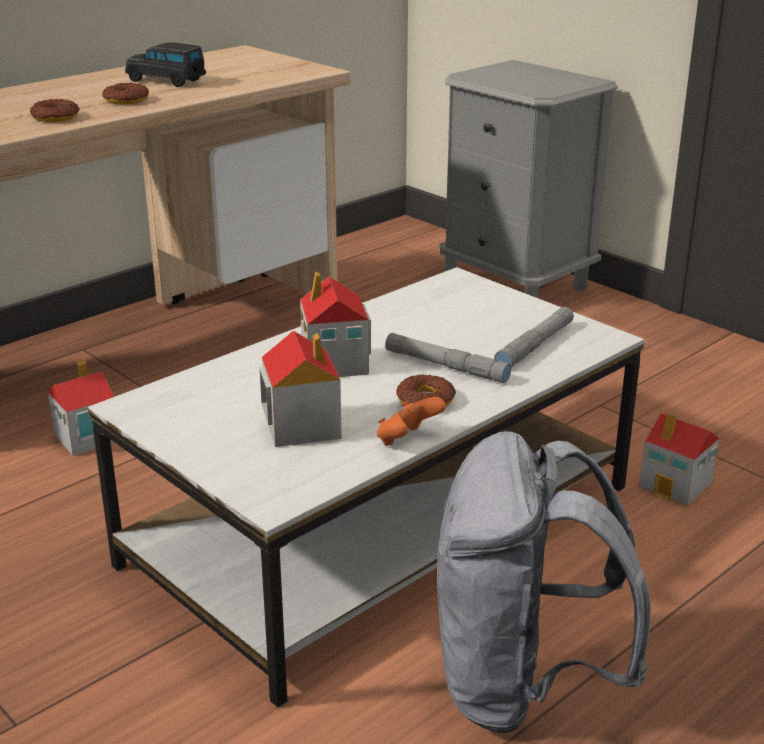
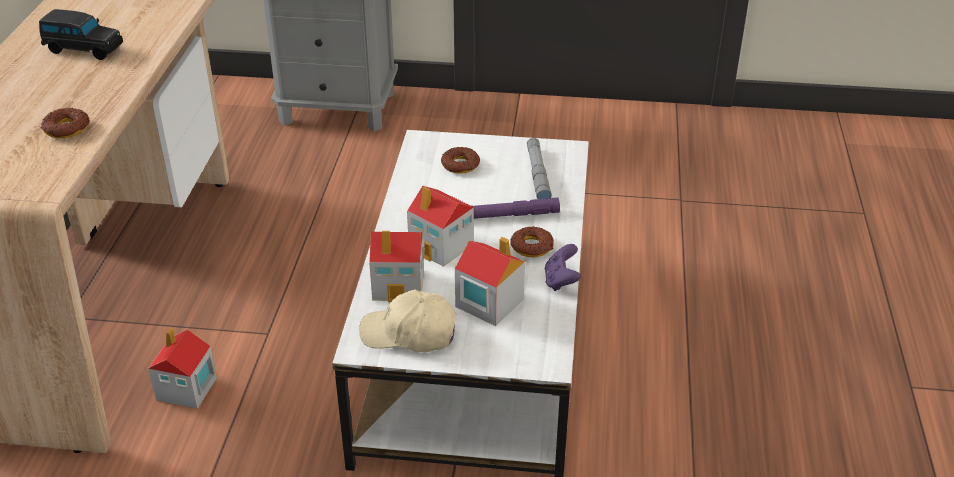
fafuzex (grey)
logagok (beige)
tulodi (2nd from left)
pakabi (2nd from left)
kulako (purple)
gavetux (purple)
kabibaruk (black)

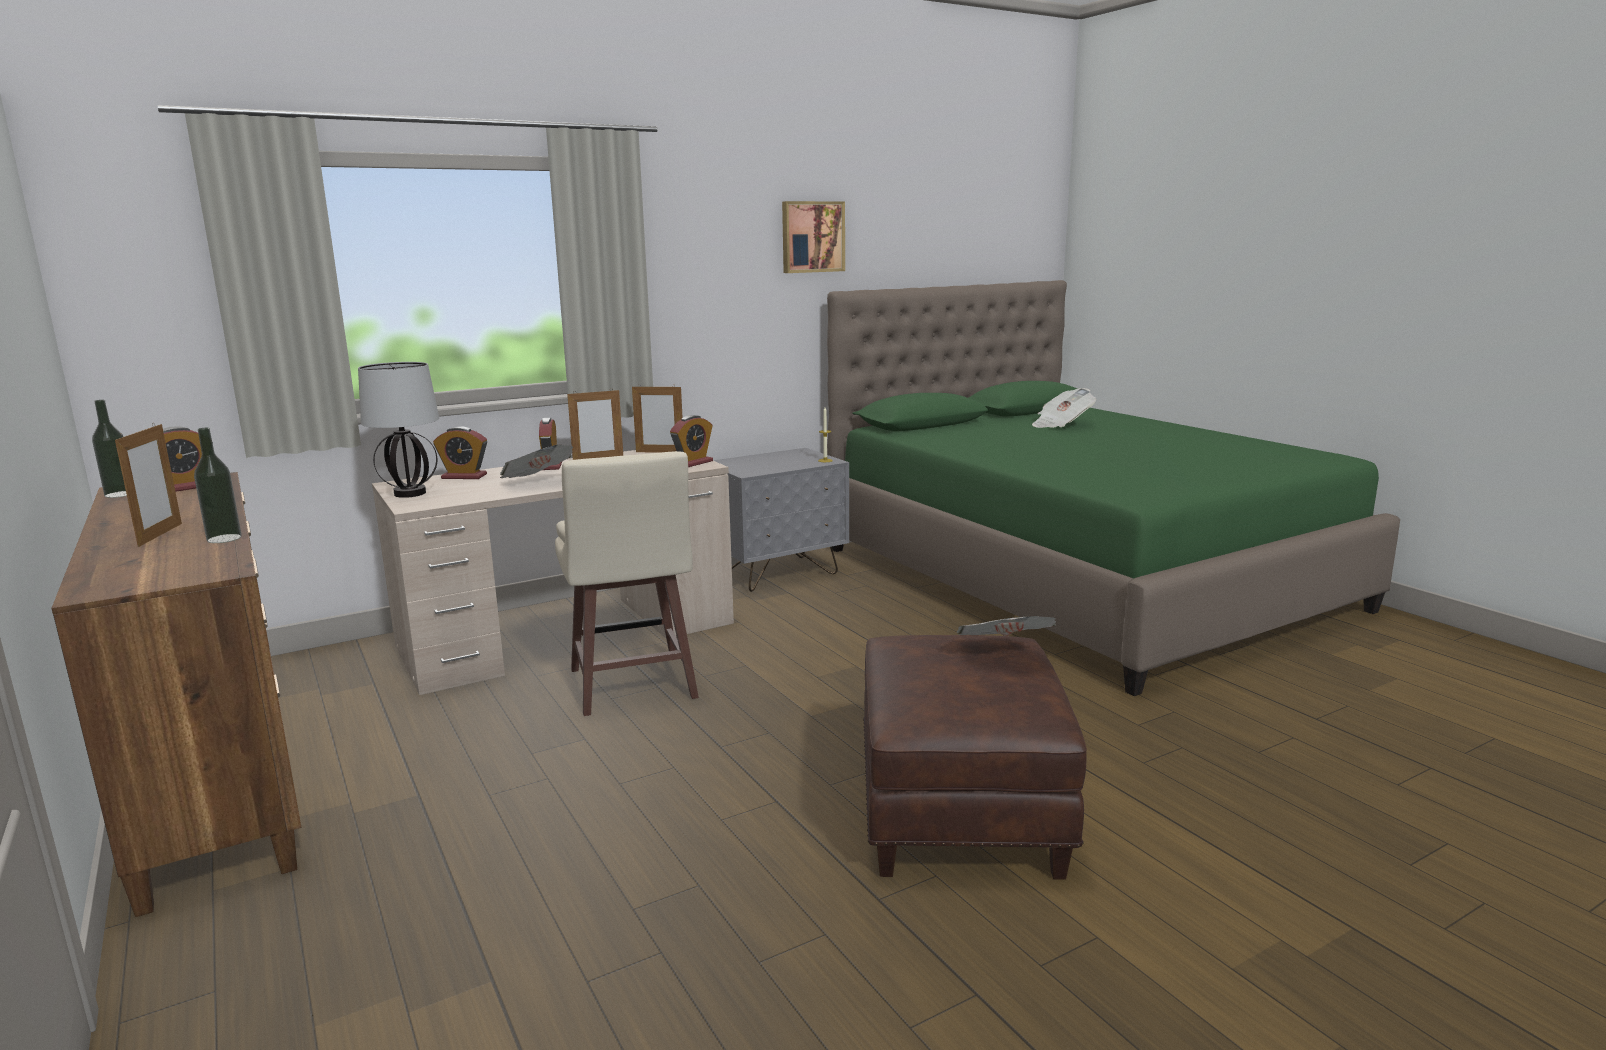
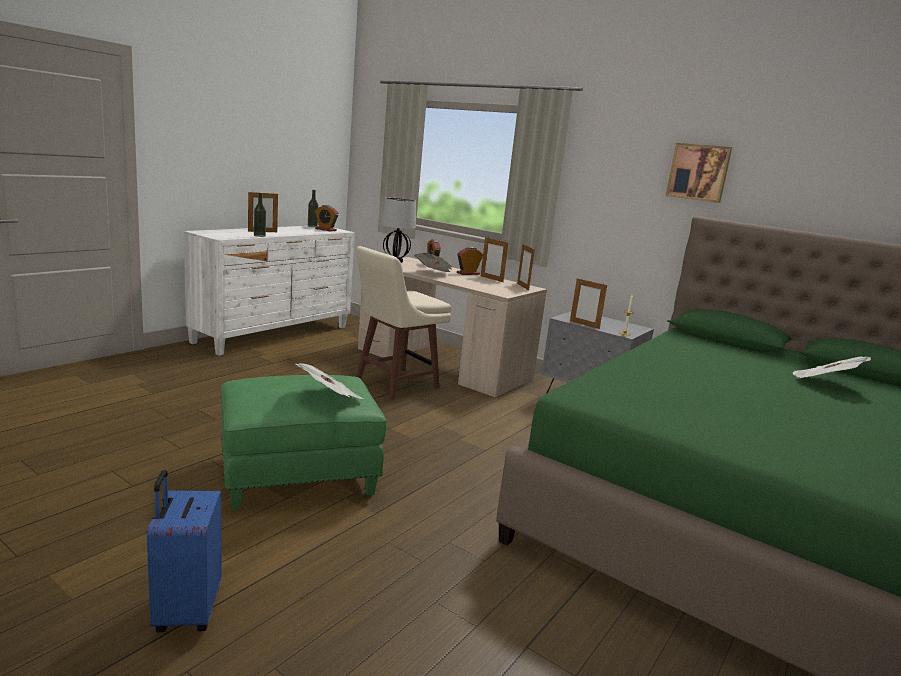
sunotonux (4th from left in the first image)
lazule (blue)
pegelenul (4th from left)
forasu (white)
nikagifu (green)

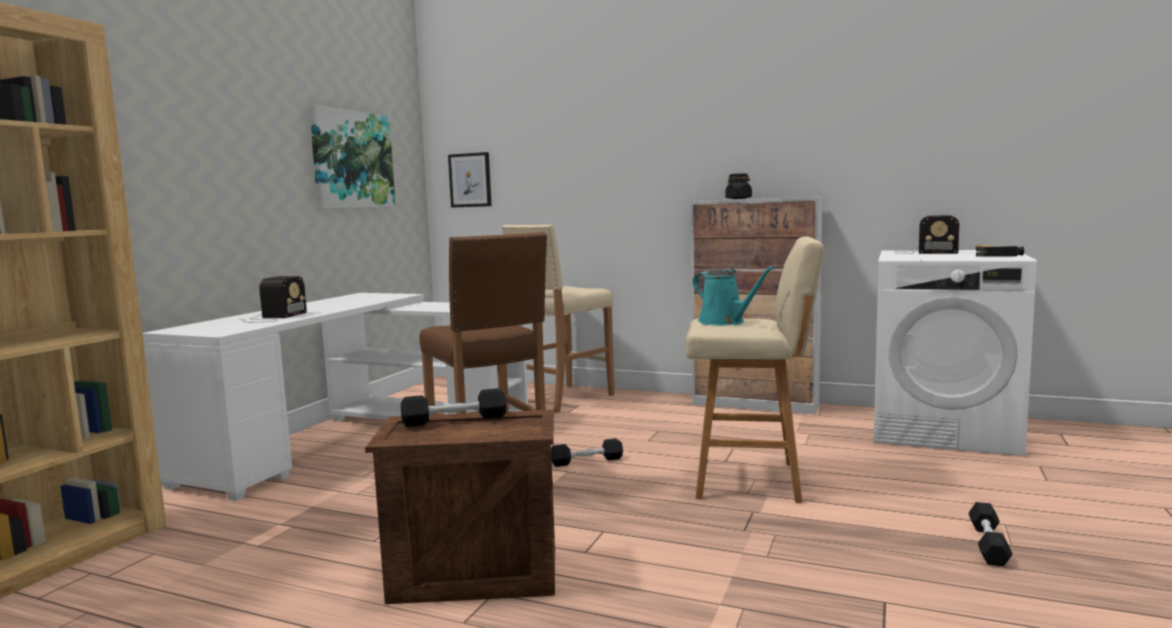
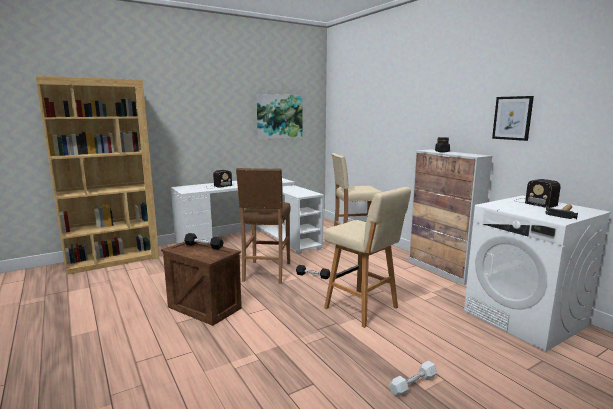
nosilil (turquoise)
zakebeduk (2nd from left)
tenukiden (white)

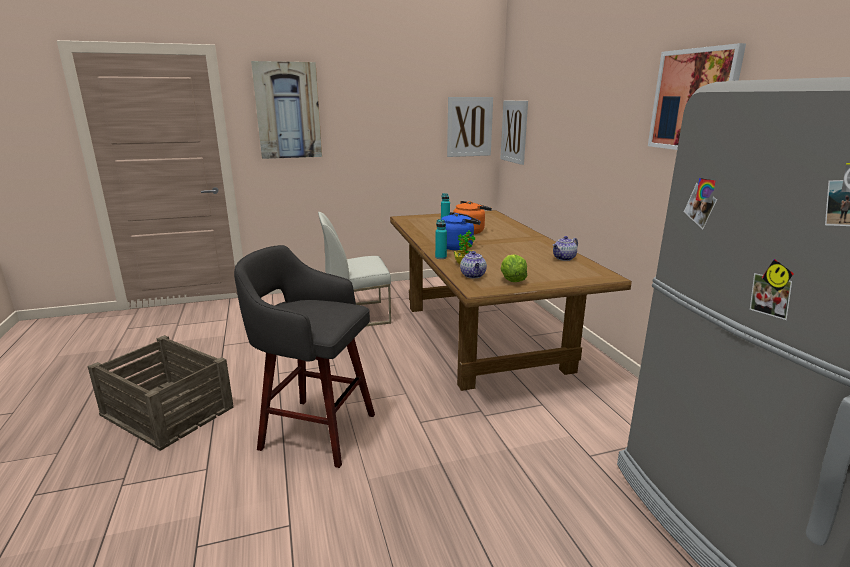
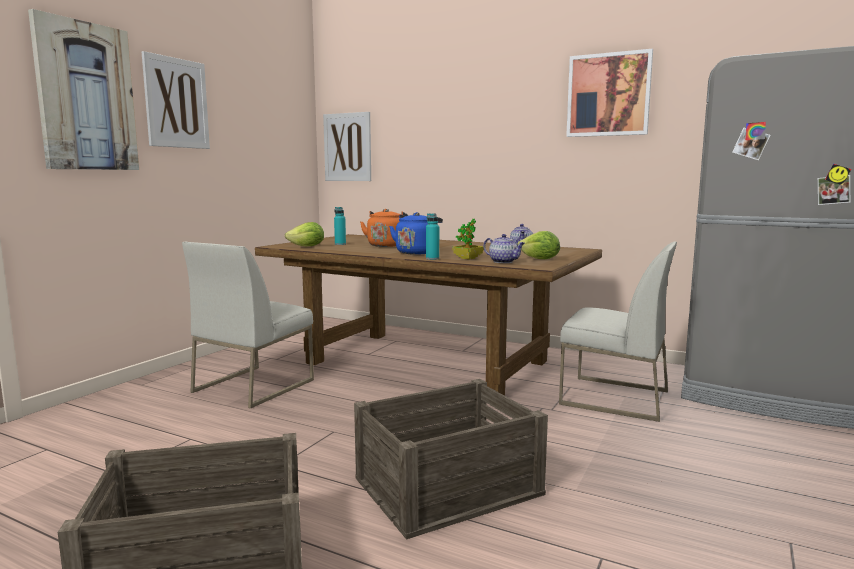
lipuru (1st from left)
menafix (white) (2nd from left)
zakebeduk (2nd from left)
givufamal (2nd from left)

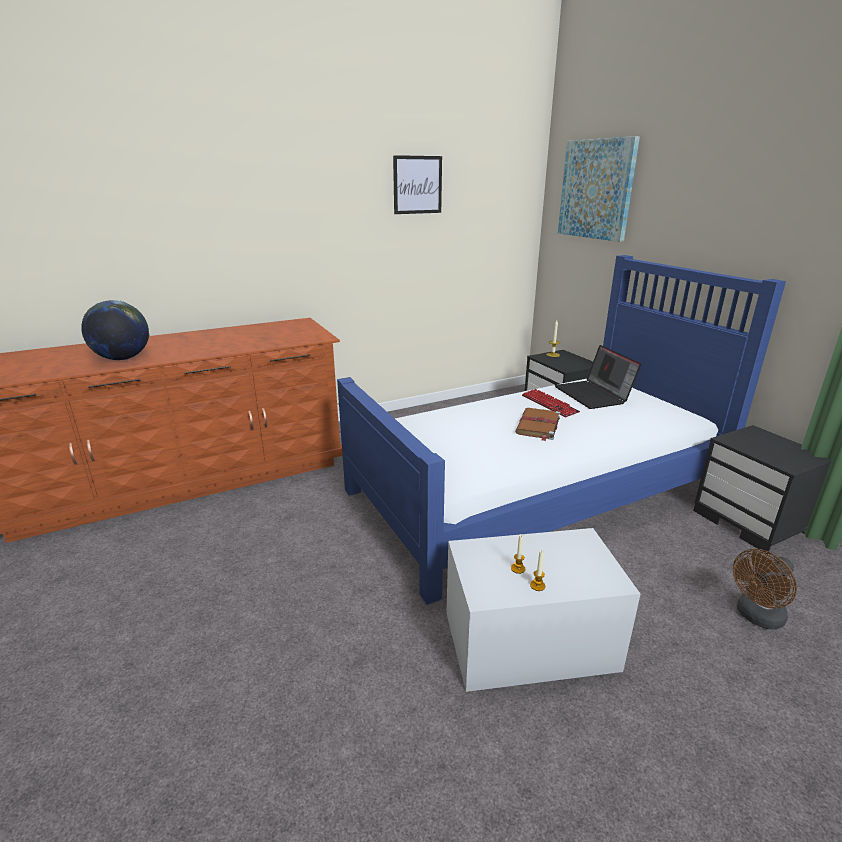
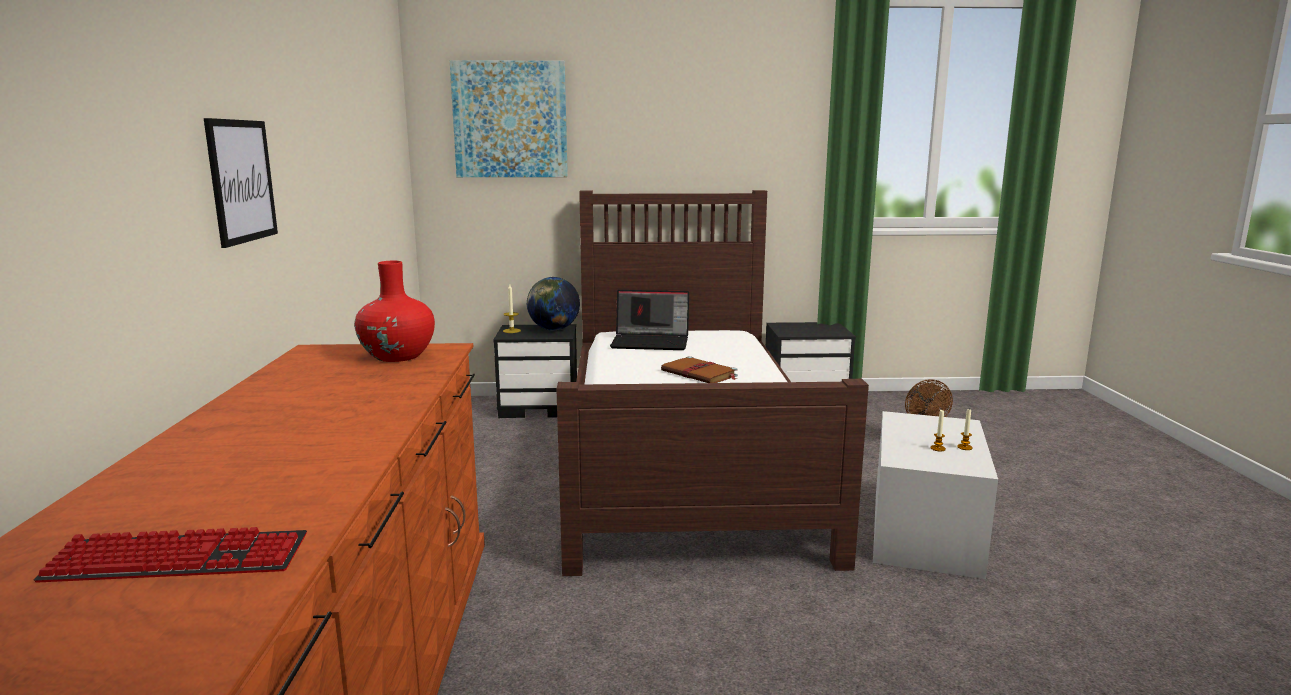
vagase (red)
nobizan
zakebeduk (1st from left)
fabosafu
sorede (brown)

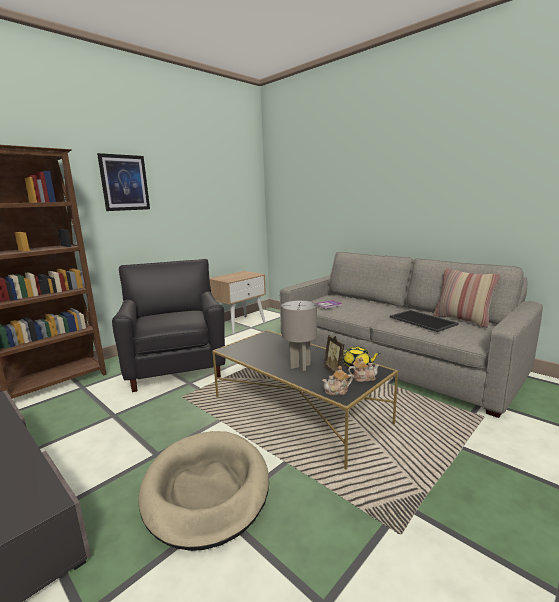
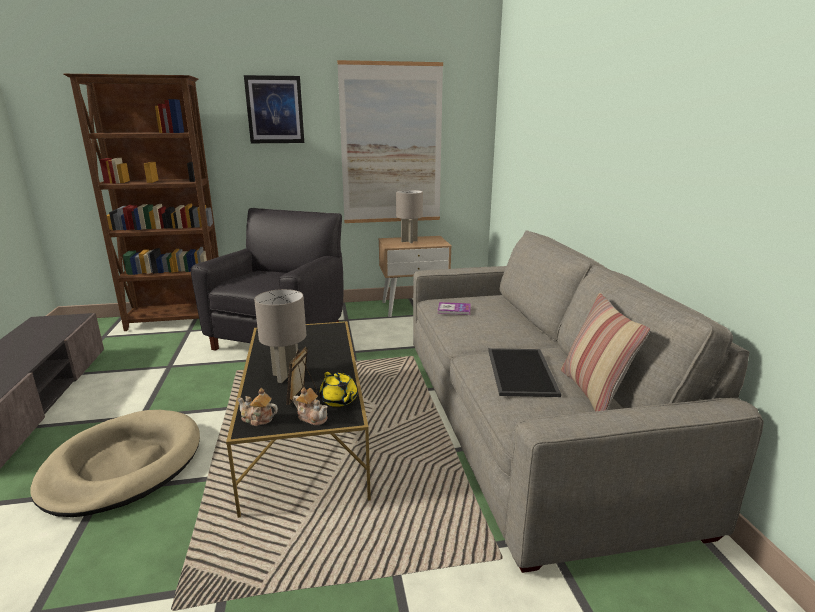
zakebeduk (2nd from left)
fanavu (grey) (2nd from left)

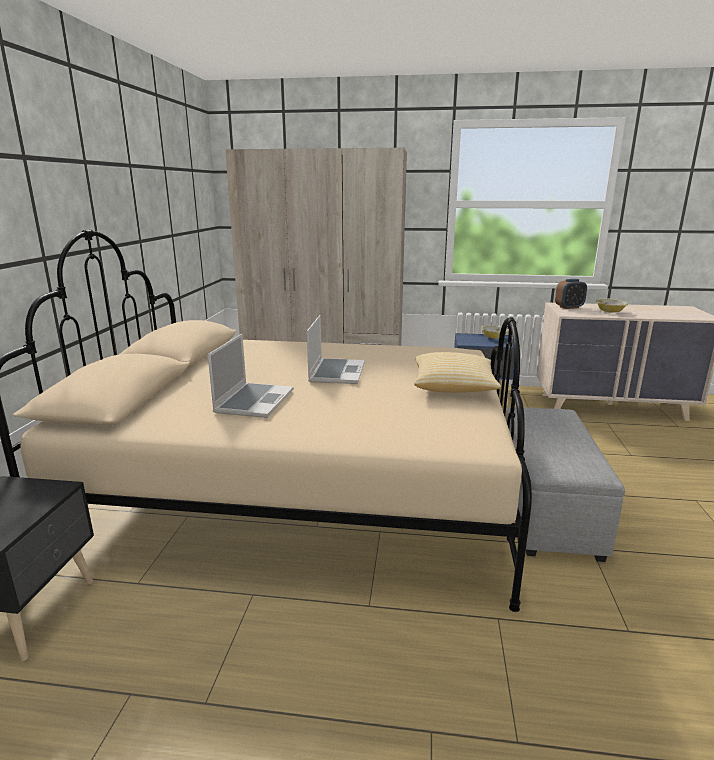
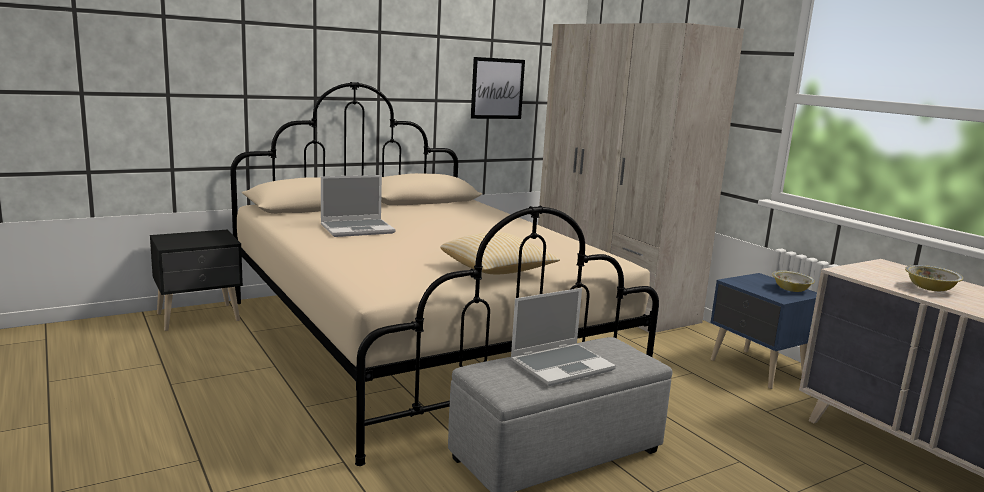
sunotonux
zakebeduk
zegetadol (2nd from left)

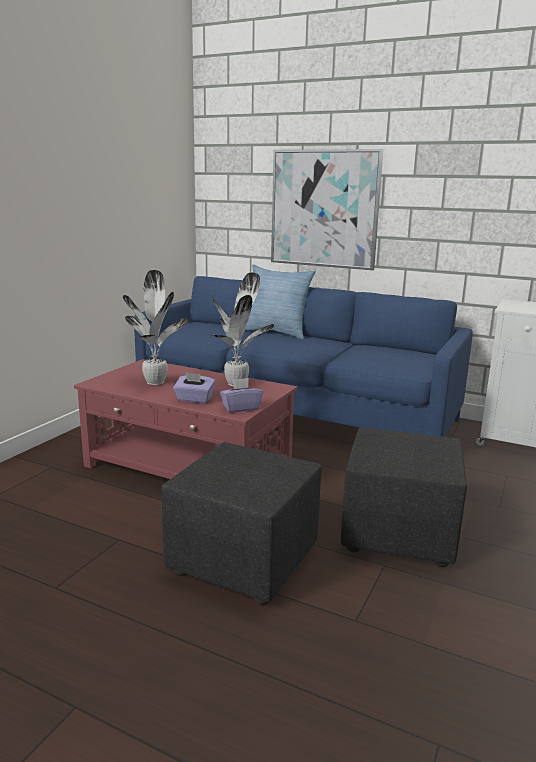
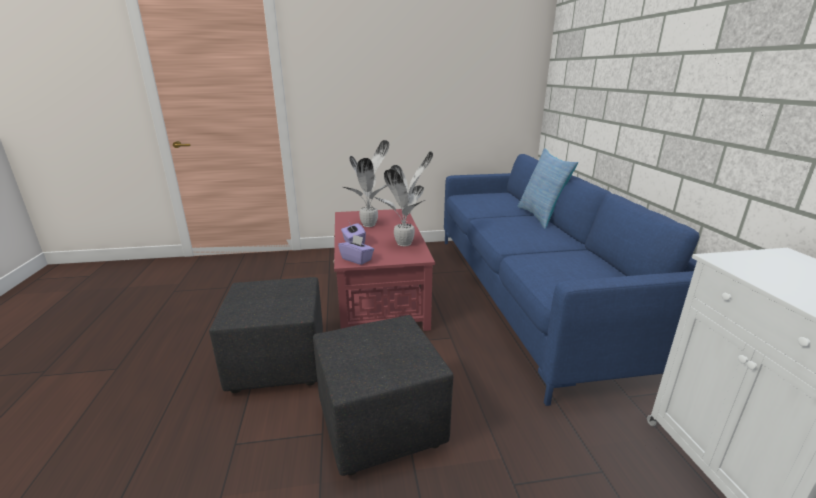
zakebeduk

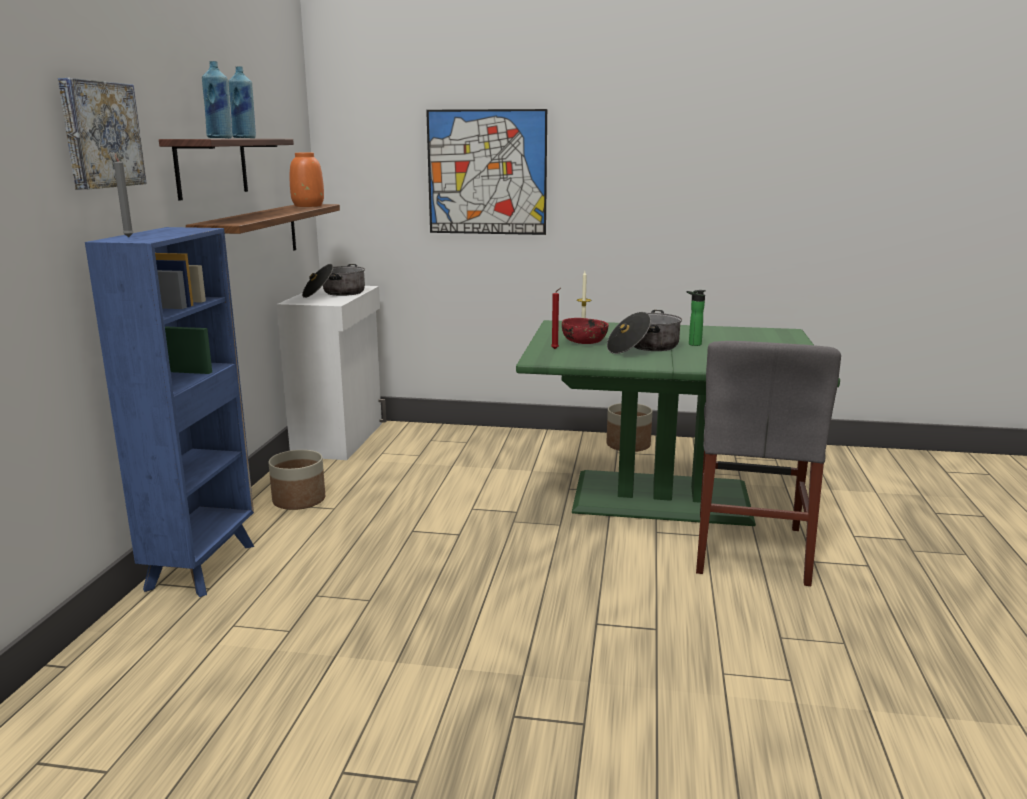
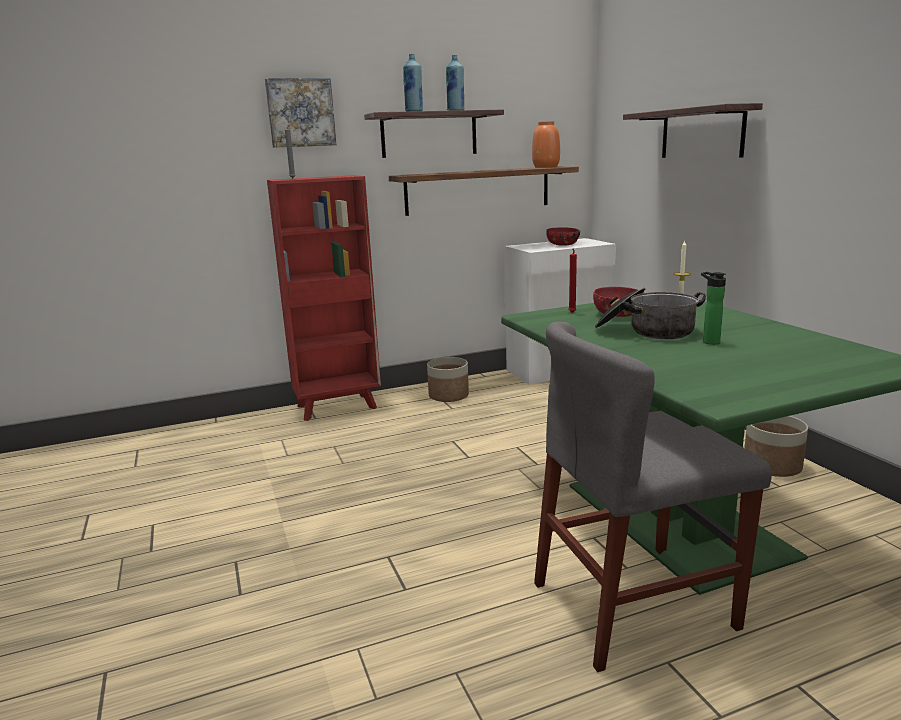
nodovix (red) (1st from left)
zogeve (3rd from left)
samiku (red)

